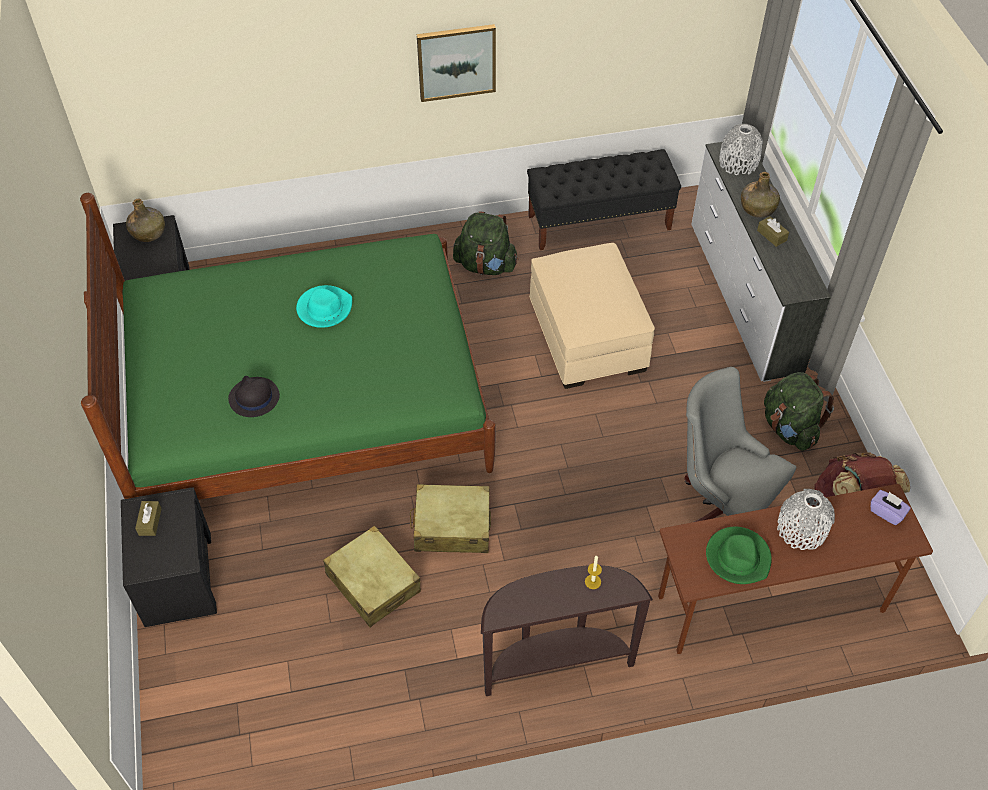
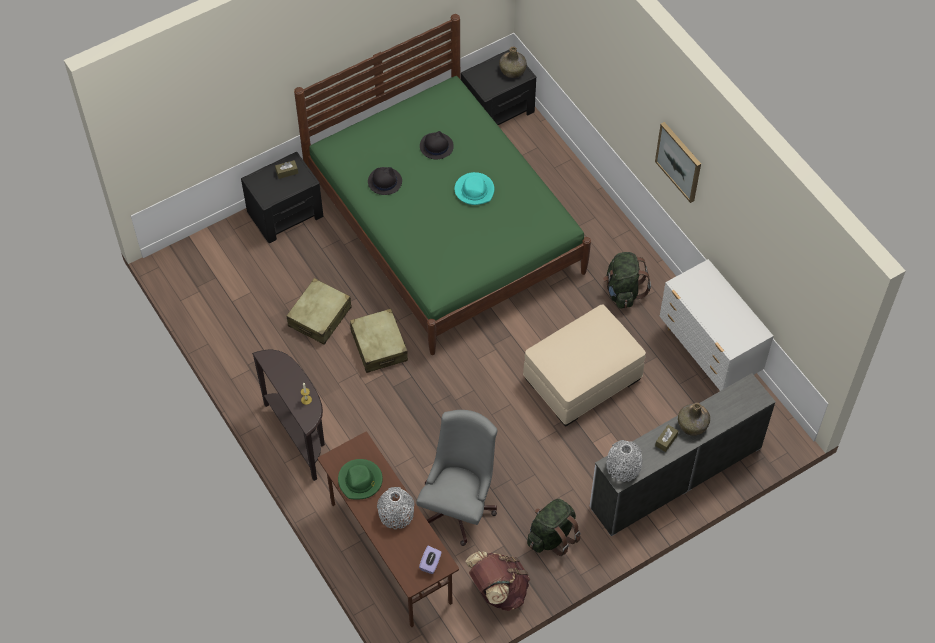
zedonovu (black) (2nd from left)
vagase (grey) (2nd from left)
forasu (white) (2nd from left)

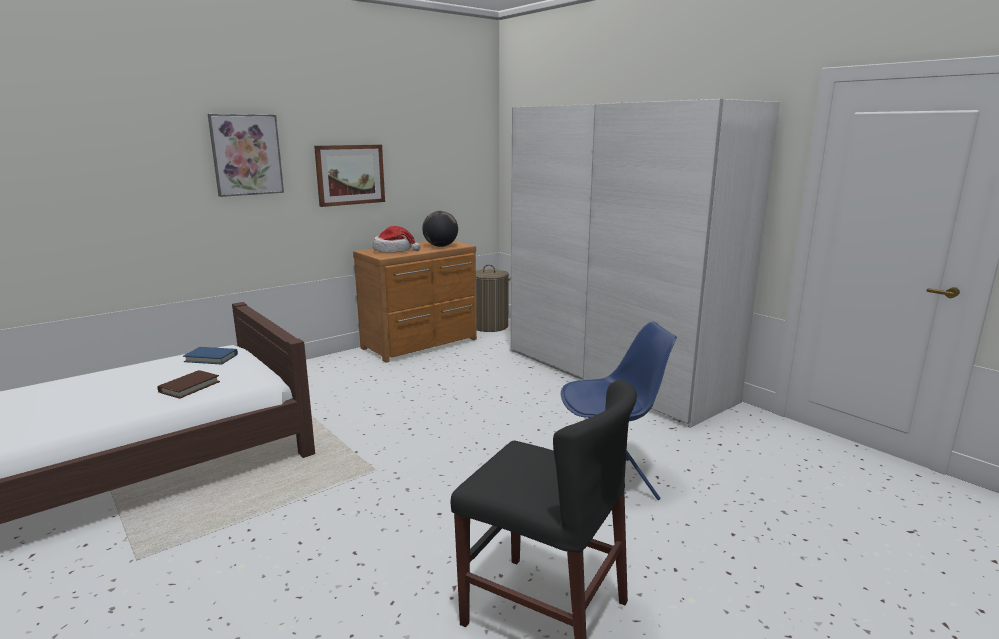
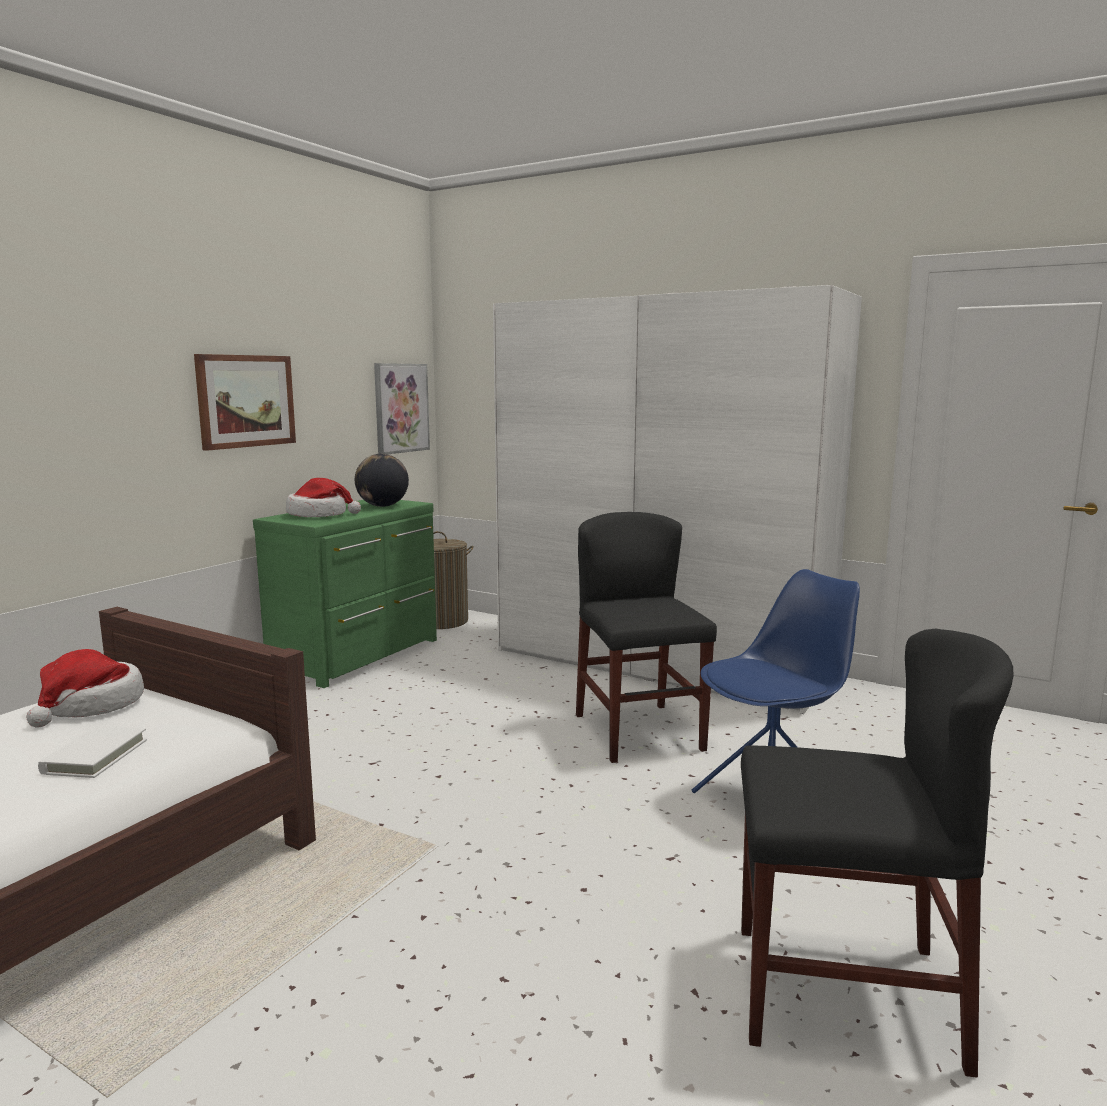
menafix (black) (1st from left)
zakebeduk (2nd from left)
zedonovu (1st from left)
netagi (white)
forasu (green)

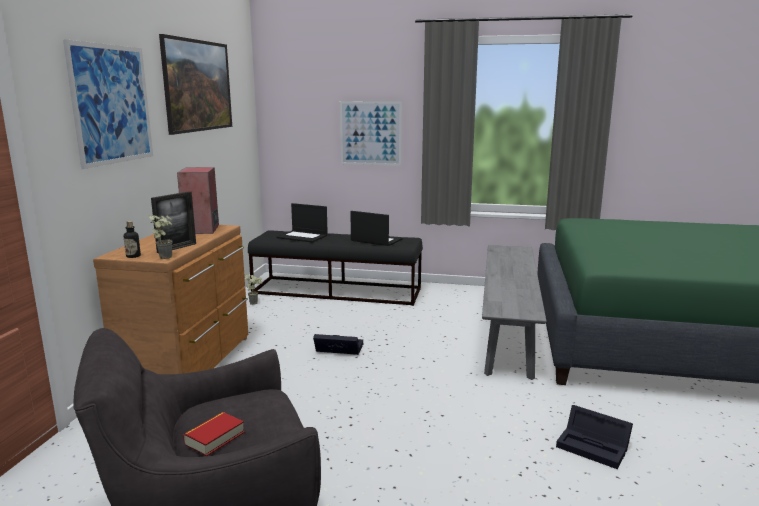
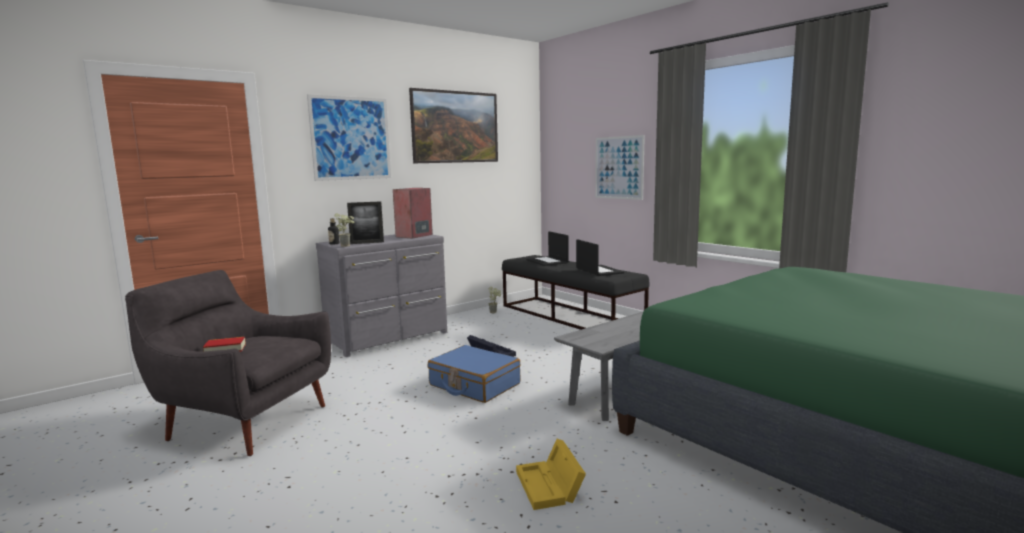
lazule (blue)
forasu (grey)
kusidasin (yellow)

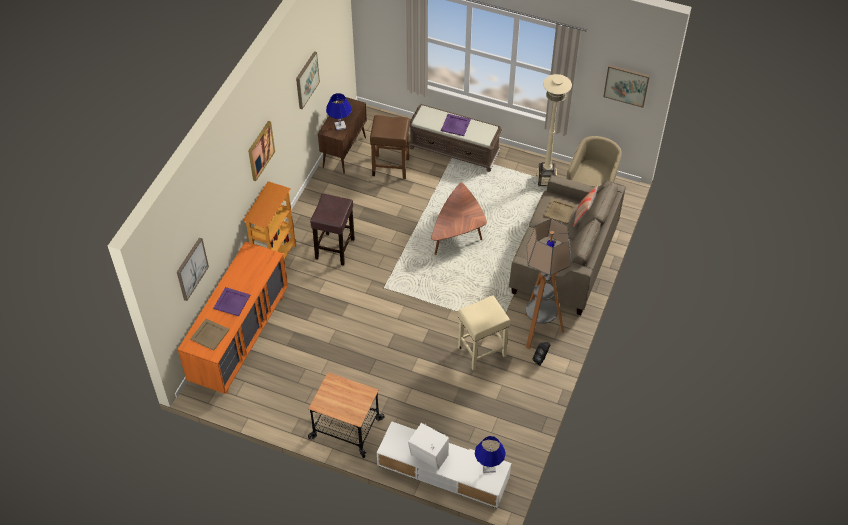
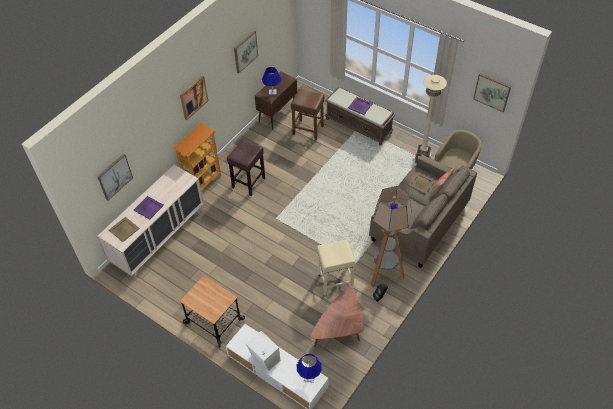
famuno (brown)
forasu (beige)

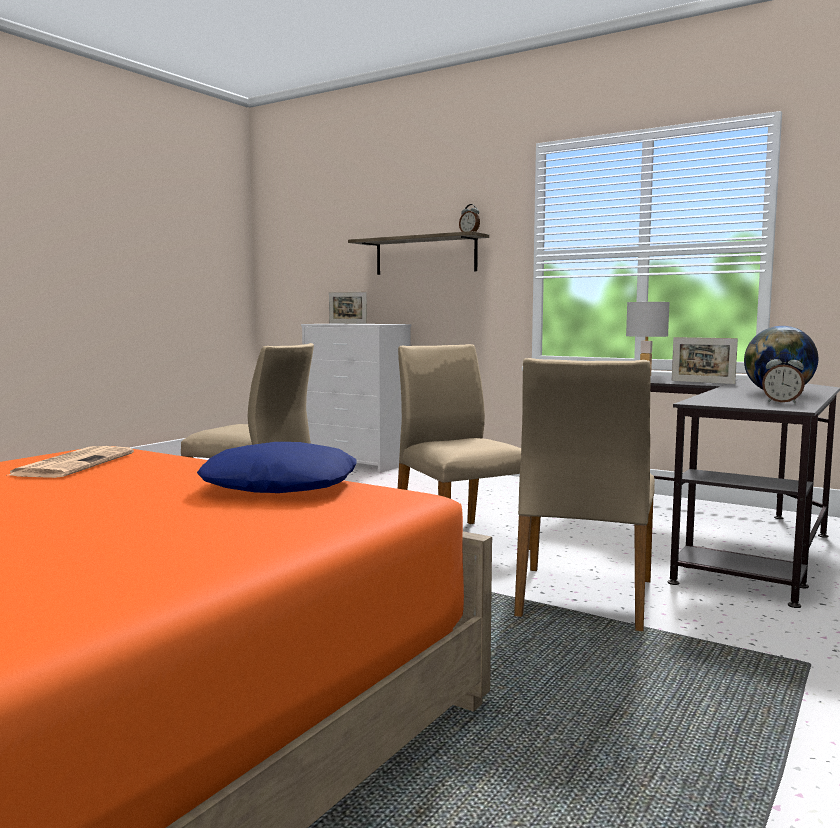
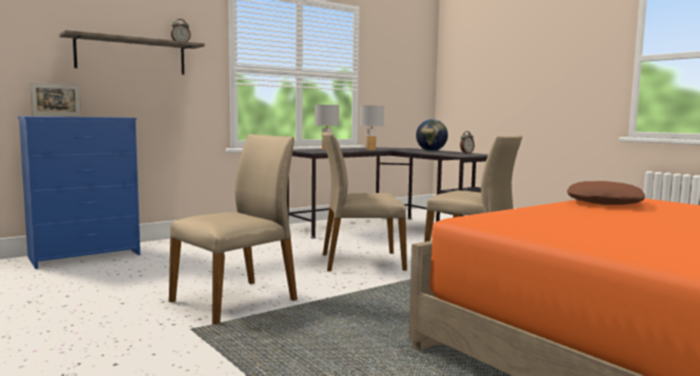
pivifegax
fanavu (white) (2nd from left)
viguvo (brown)
forasu (blue)

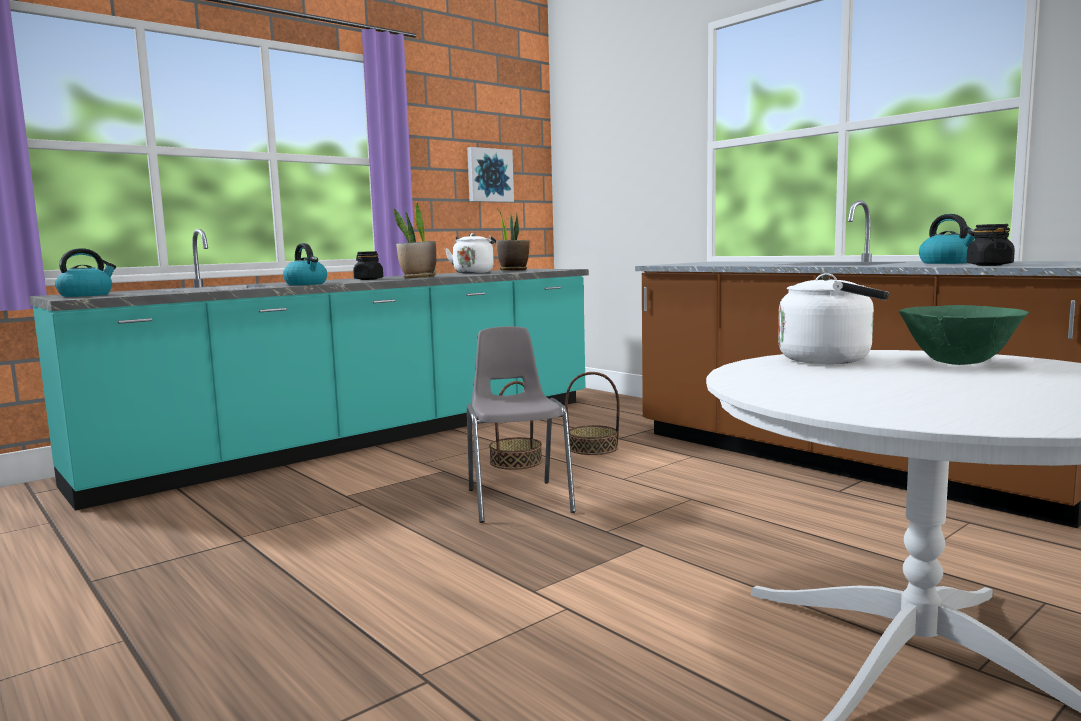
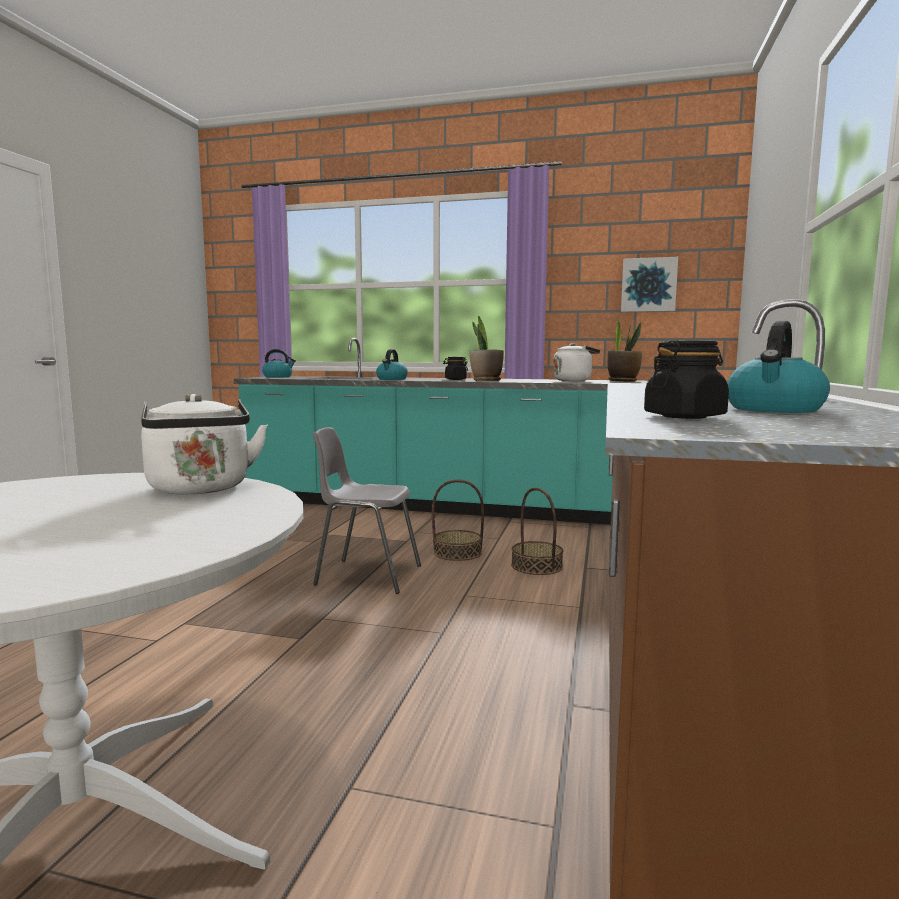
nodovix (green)
menafix (grey)

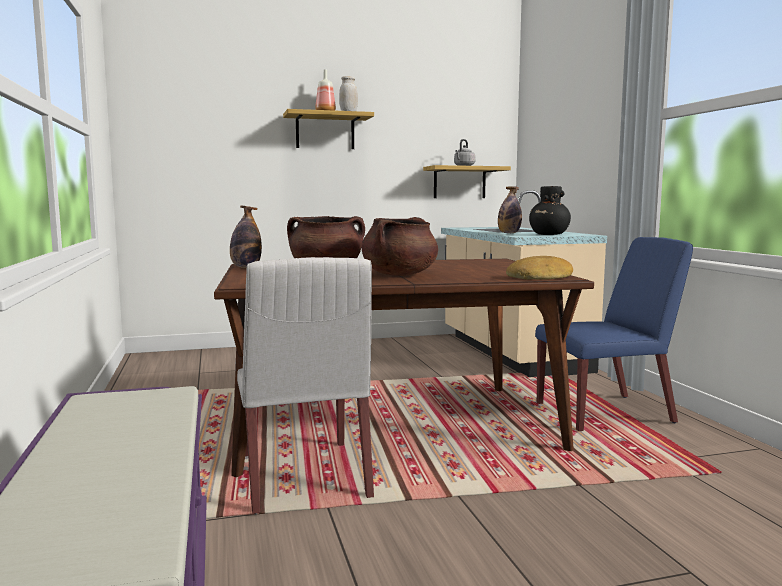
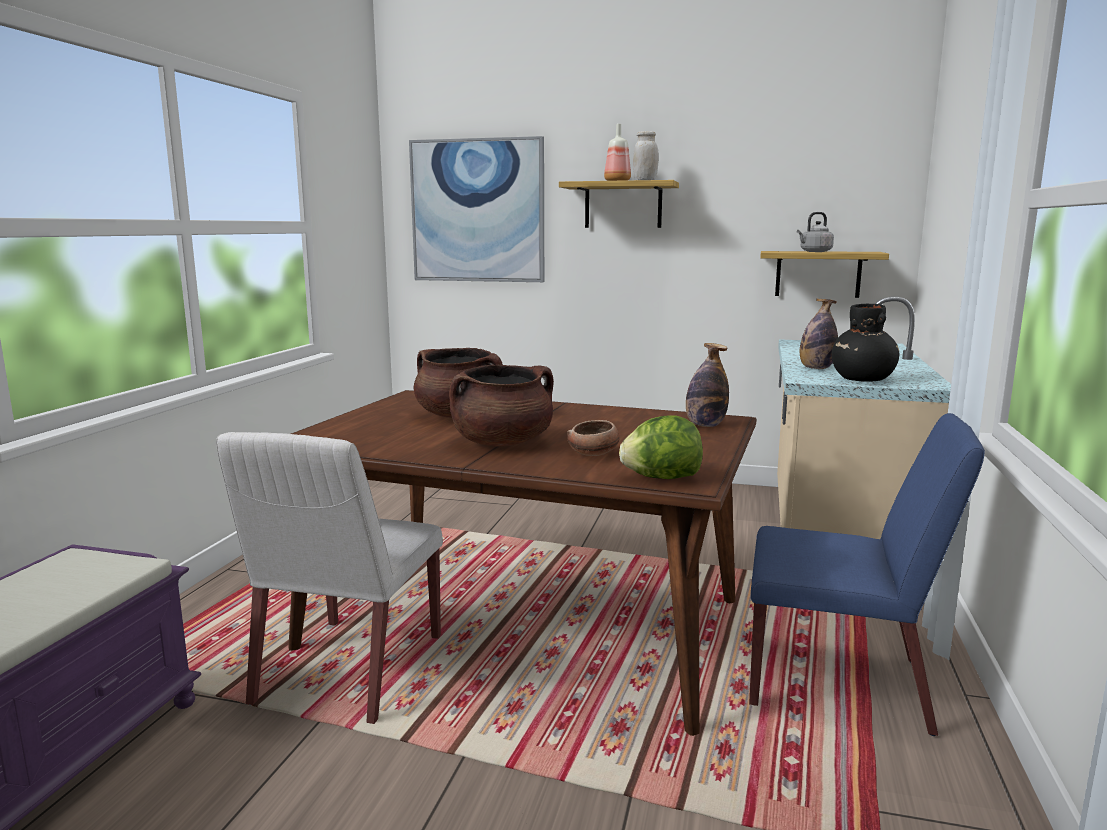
zakebeduk
nodovix
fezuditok (2nd from left)
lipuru

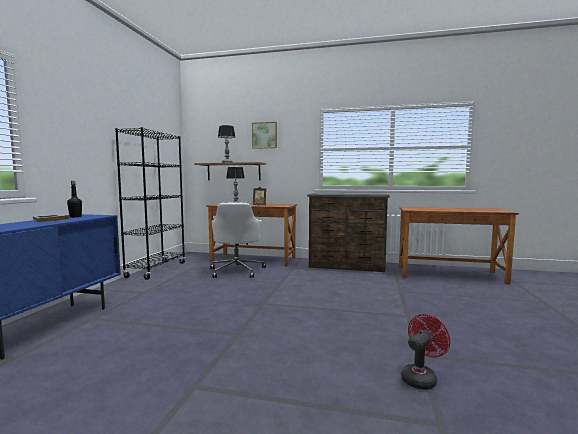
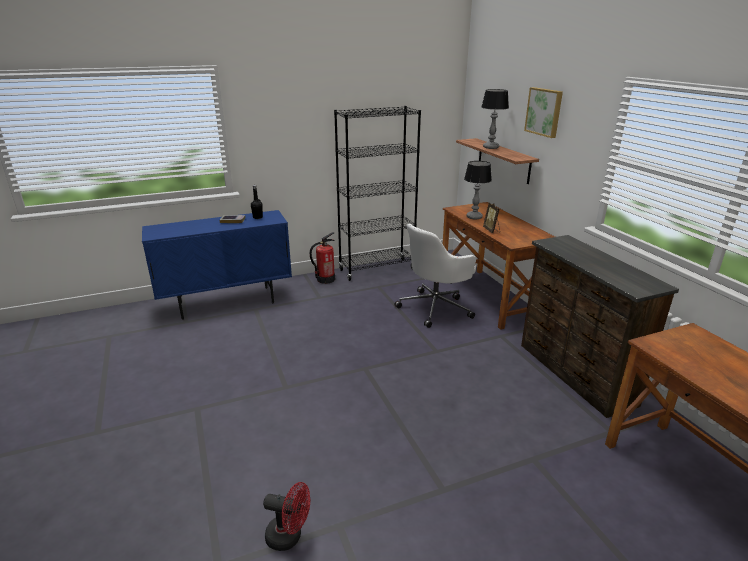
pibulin

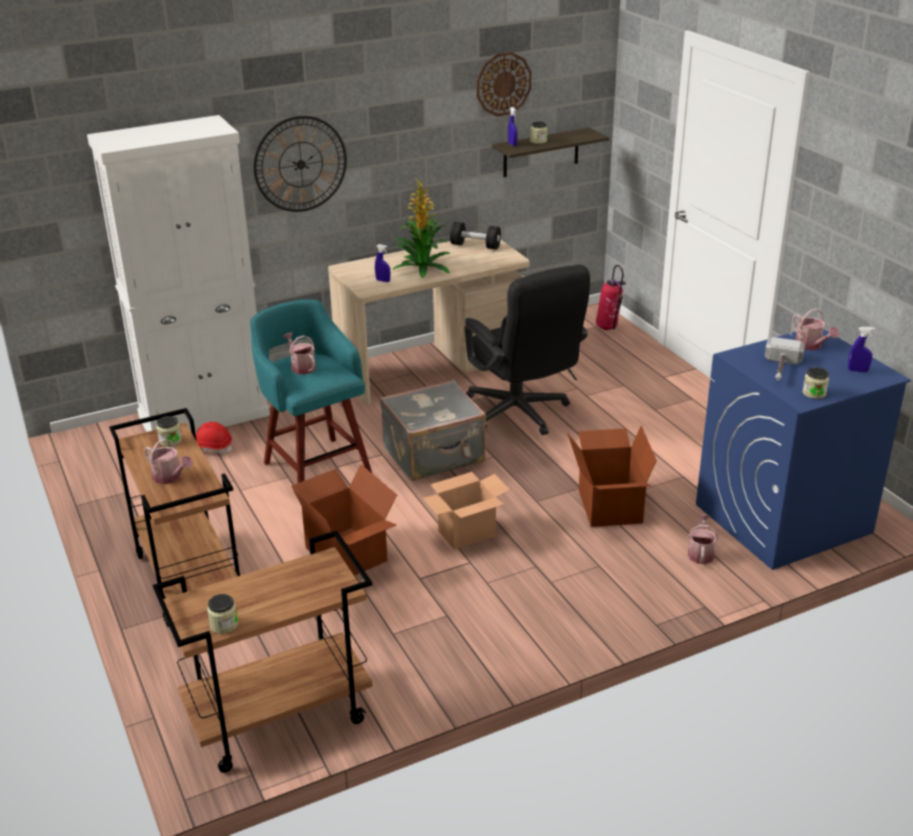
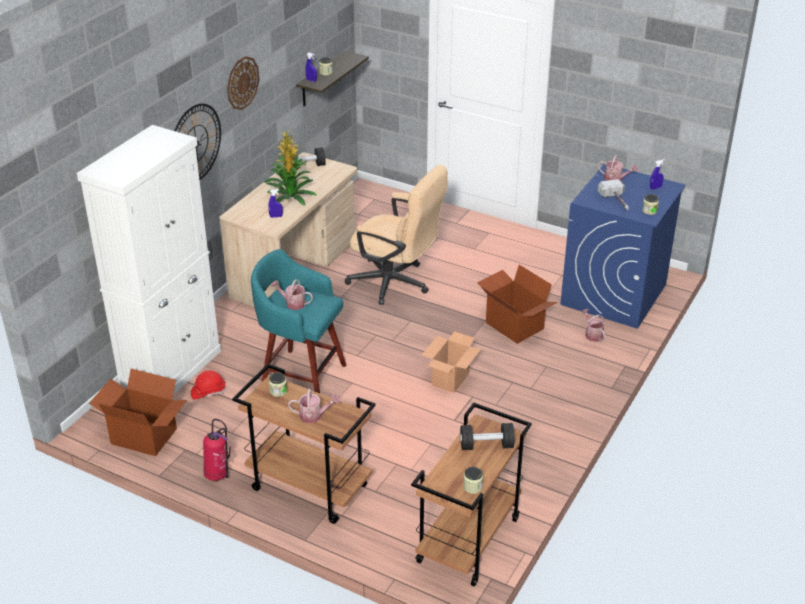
lazule (grey)
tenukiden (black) (2nd from left)
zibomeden (1st from left)
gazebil (2nd from left)
pibulin
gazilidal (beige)

